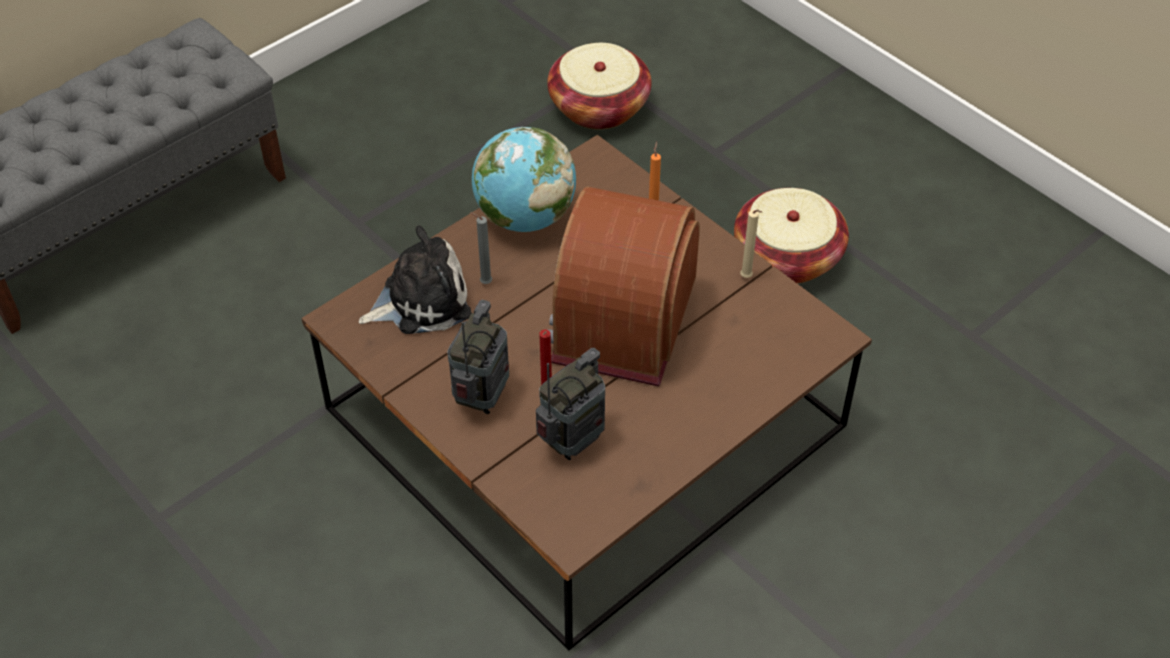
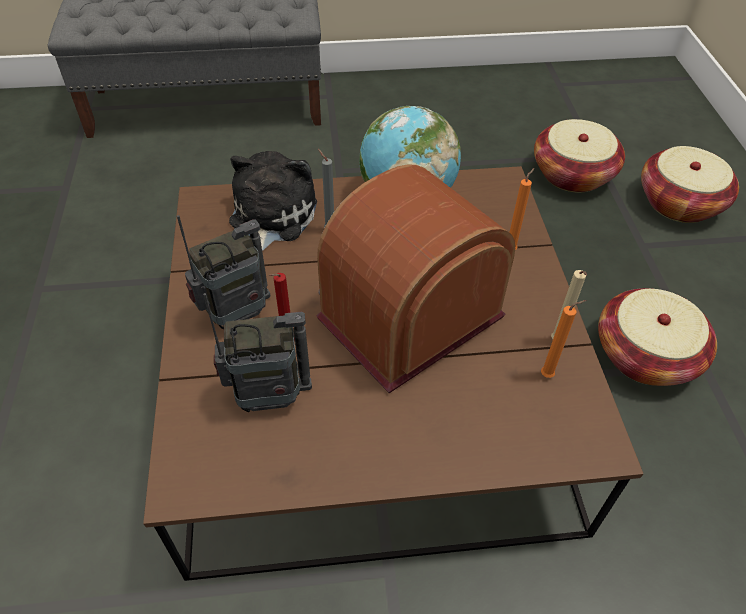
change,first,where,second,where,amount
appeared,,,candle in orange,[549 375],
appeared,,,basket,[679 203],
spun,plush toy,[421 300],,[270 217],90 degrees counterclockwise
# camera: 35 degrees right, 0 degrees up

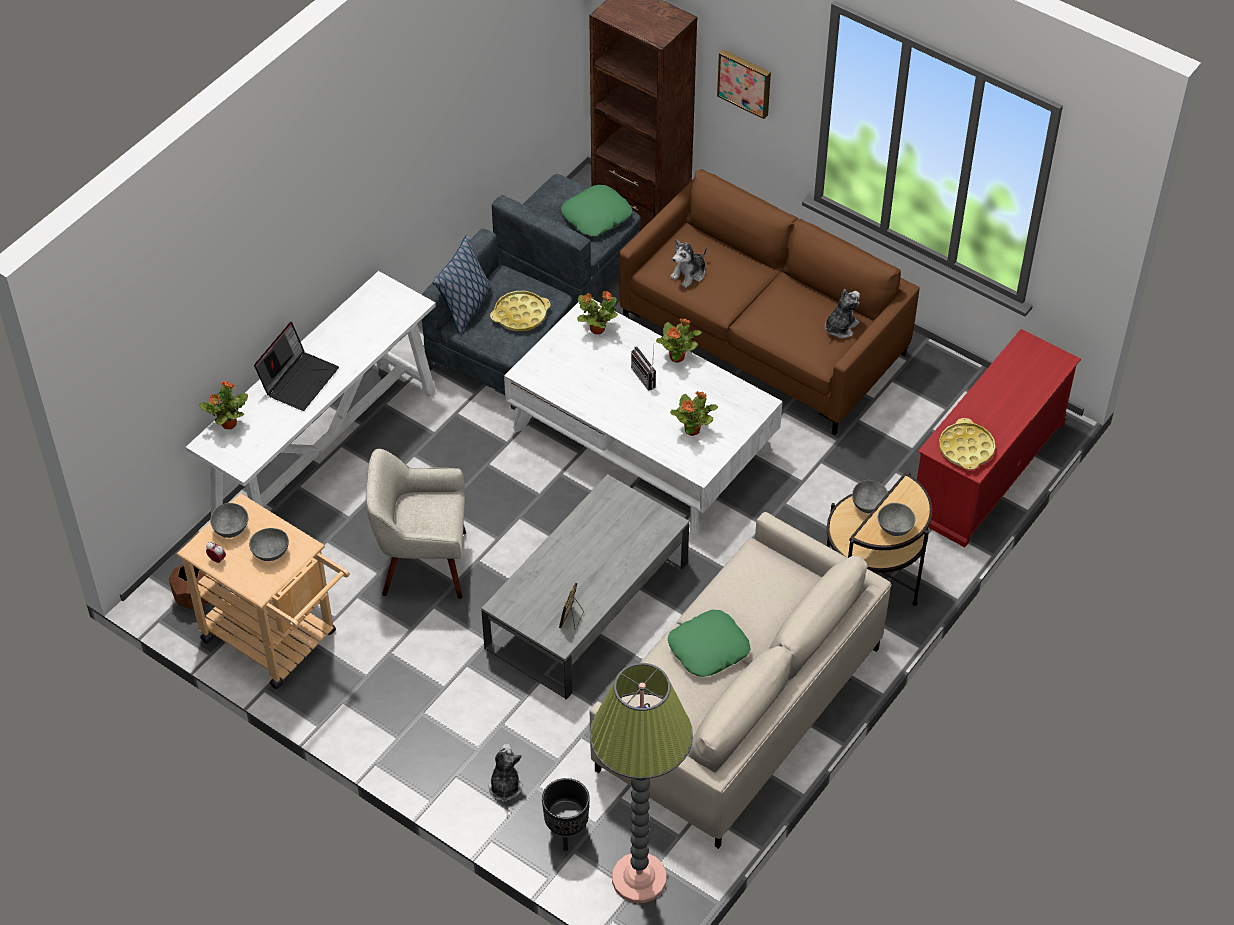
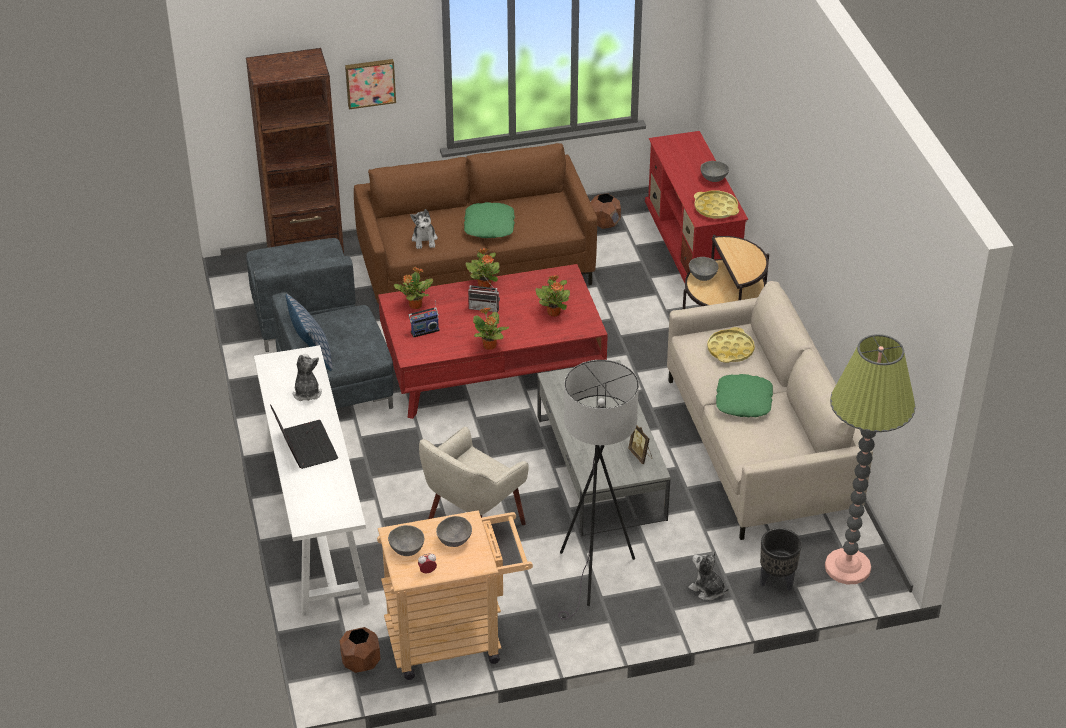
change,first,where,second,where,amount
appeared,,,radio,[424 330],
appeared,,,floor lamp in grey,[594 577],
appeared,,,planter in brown,[605 223],
relocated,potted plant,[228 424],,[489 346],
relocated,tray in yellow,[520 315],,[730 349],
relocated,pillow in green,[597 216],,[490 226],
relocated,plush toy,[840 327],,[307 392],
relocated,bowl in grey,[894 528],,[714 179],
colour,coffee table in white,[642 439],coffee table in red,[493 365],
# camera: 50 degrees left, 10 degrees down

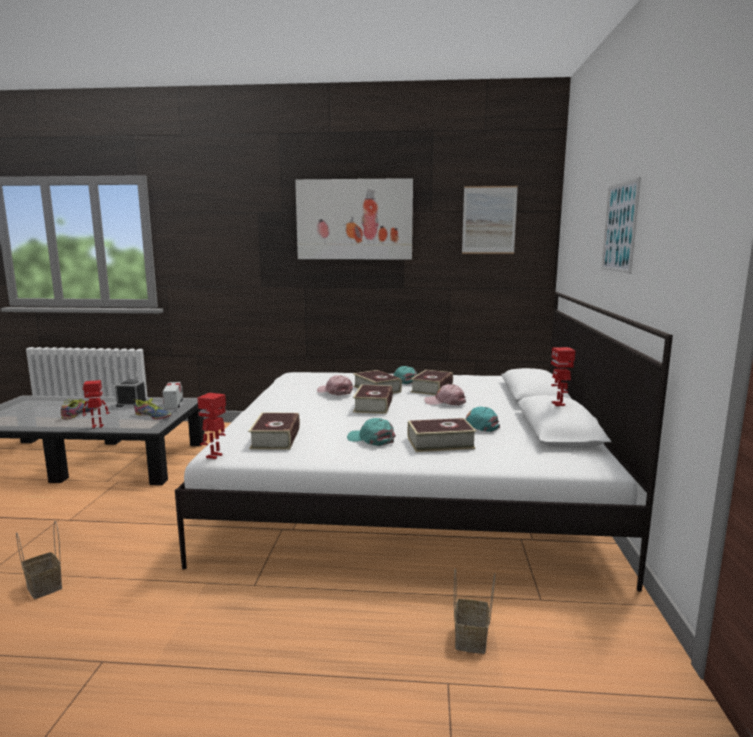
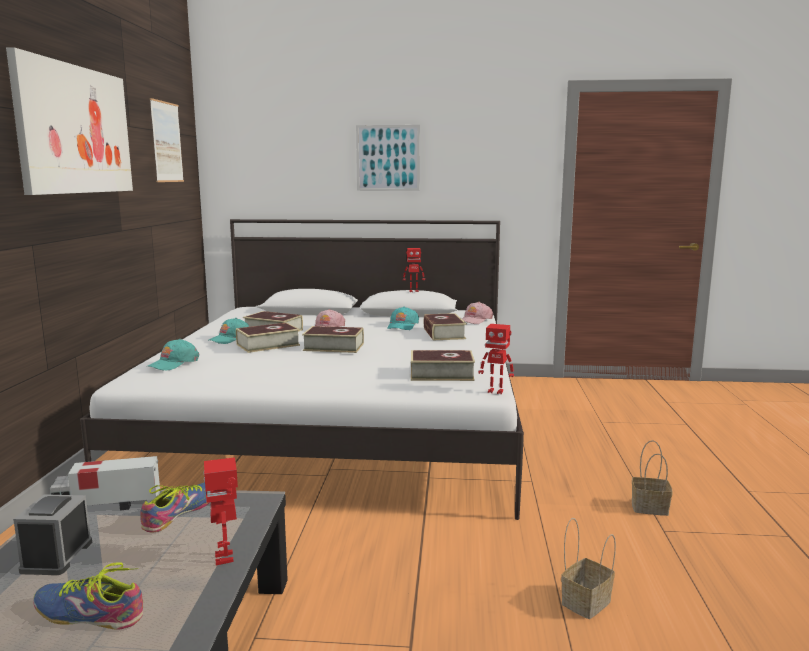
change,first,where,second,where,amount
relocated,cap in pink,[335 392],,[475 320],
relocated,cap in turquoise,[371 439],,[174 363],
relocated,basket,[471 640],,[650 507],
# camera: 90 degrees left, 0 degrees up

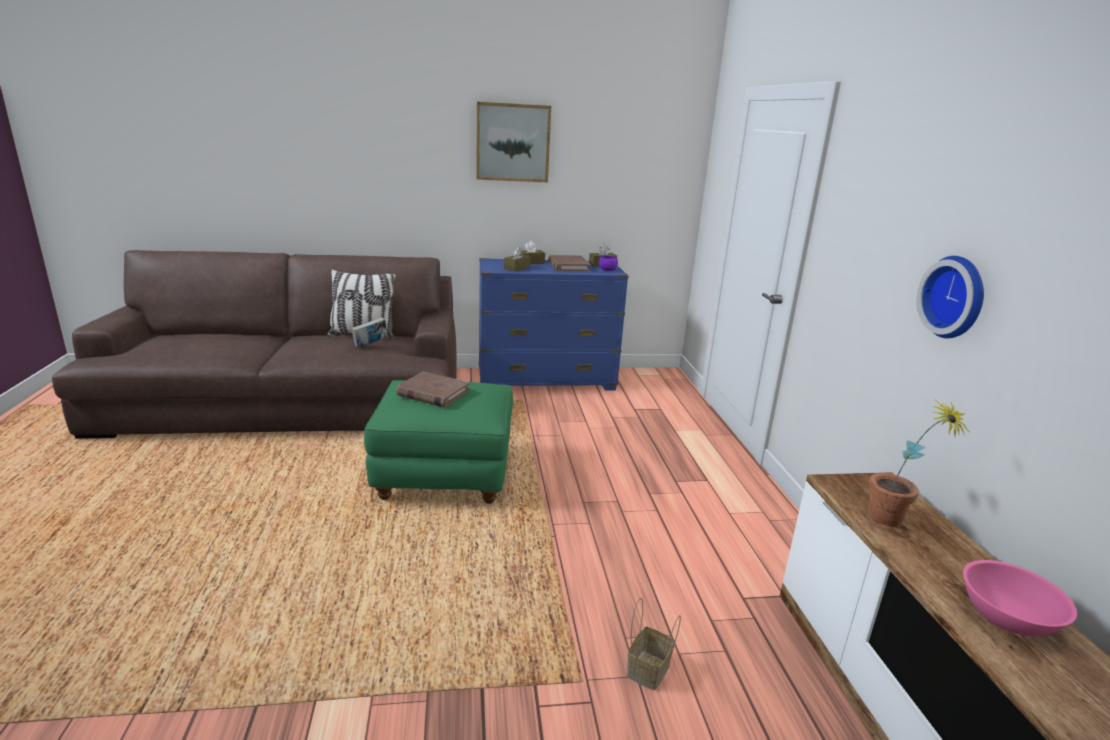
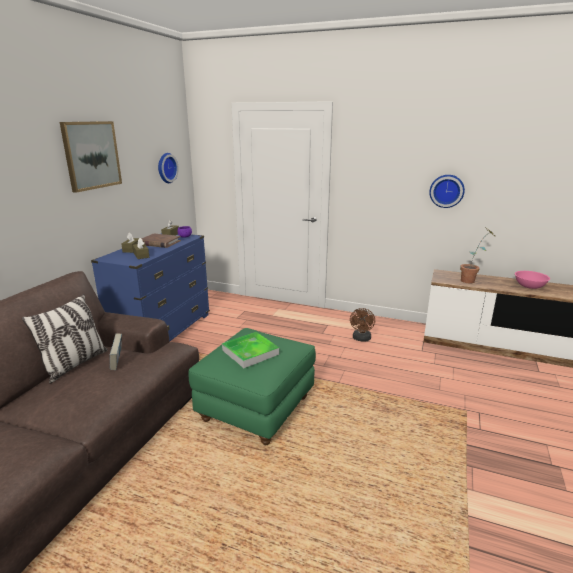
change,first,where,second,where,amount
missing,basket,[648 671],,,
appeared,,,wall clock,[166 168],
appeared,,,fan in brown,[361 339],
exchanged,book in brown,[433 393],tray,[250 352],
# camera: 60 degrees left, 0 degrees up

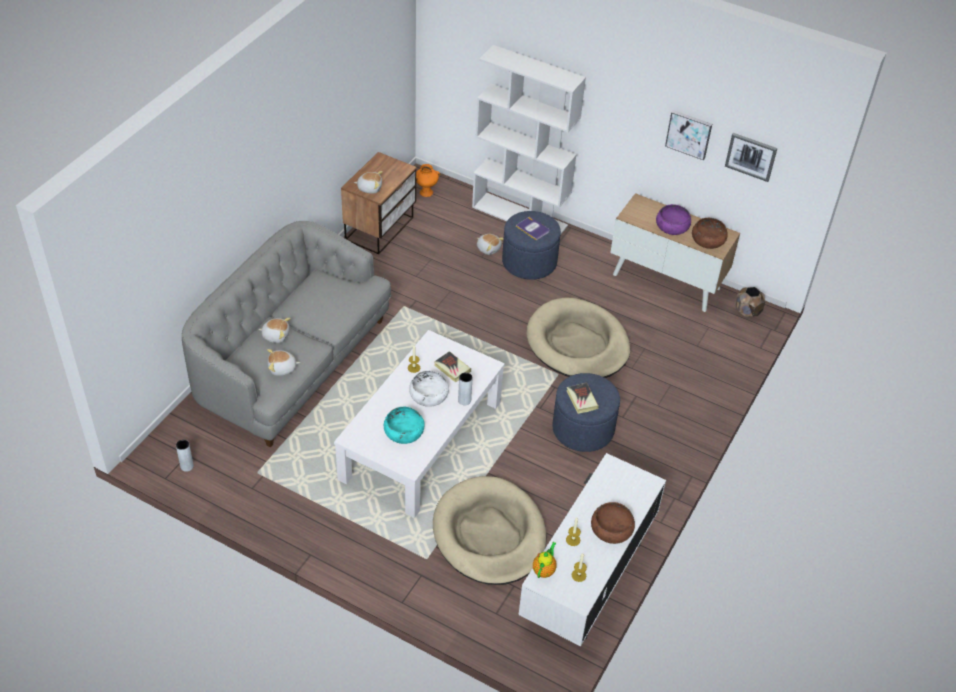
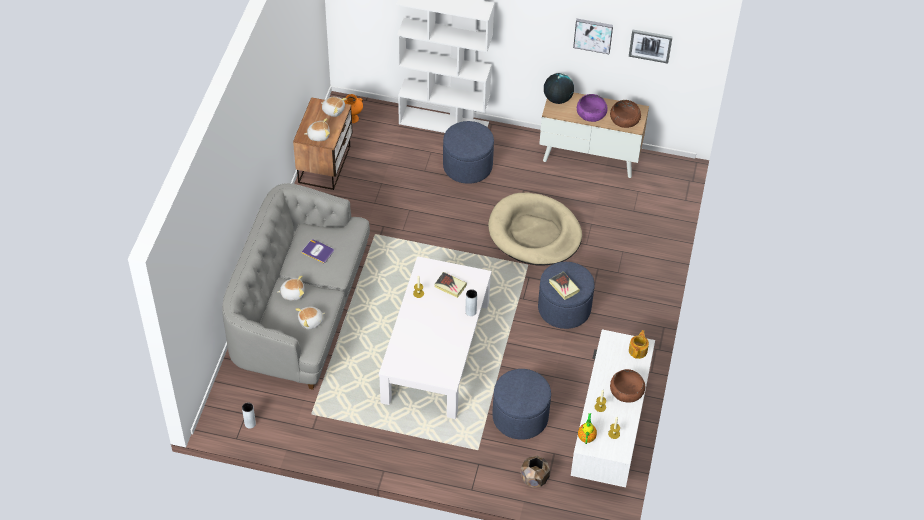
change,first,where,second,where,amount
missing,bowl in turquoise,[403 432],,,
missing,bowl in white,[428 395],,,
appeared,,,globe,[557 99],
appeared,,,teapot,[638 350],
relocated,plush toy,[488 248],,[333 110],
relocated,book,[533 229],,[318 251],
relocated,planter in brown,[747 312],,[534 479],
exchanged,dog bed in beige,[489 534],ottoman in blue,[520 417],
# camera: 15 degrees left, 5 degrees up

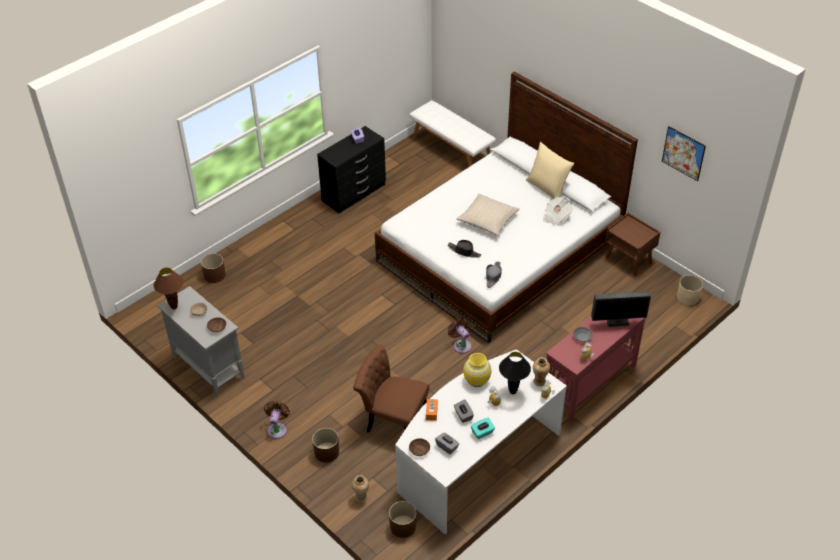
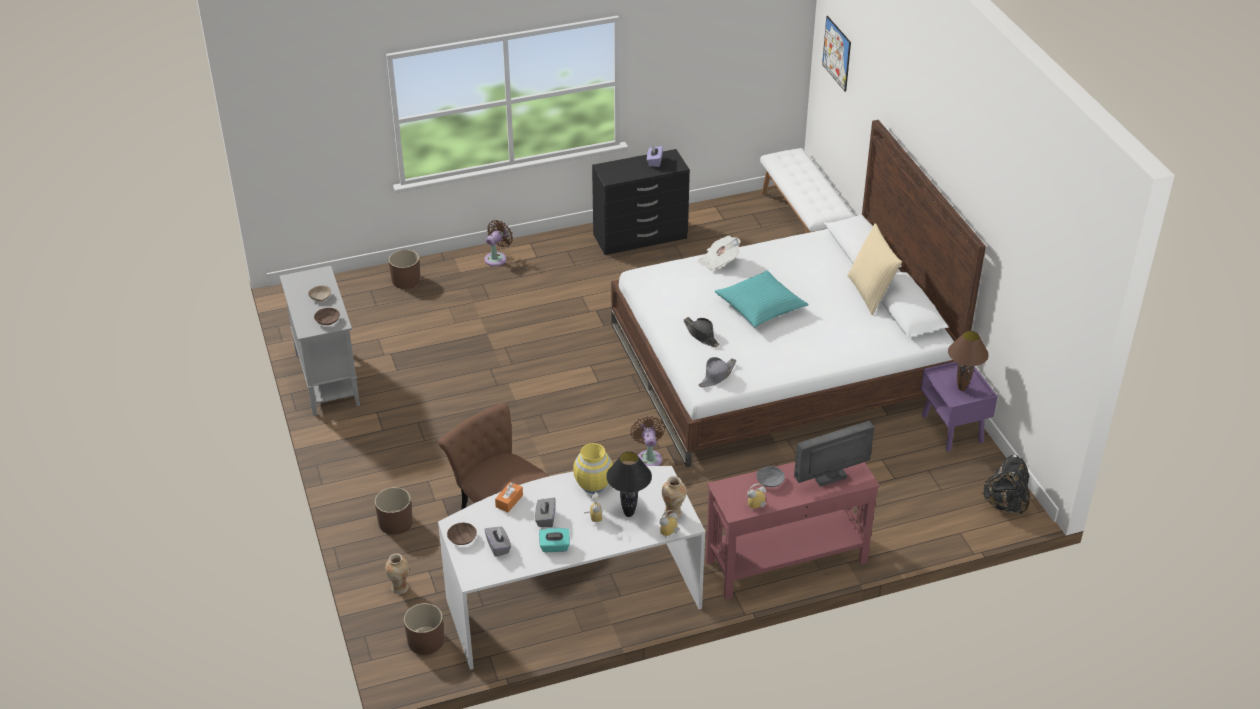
change,first,where,second,where,amount
relocated,table lamp in brown,[174 307],,[962 388],
relocated,fan in brown,[277 429],,[497 258],
relocated,newspaper,[556 217],,[719 262],
relocated,picture,[683 153],,[836 53],
exchanged,planter in beige,[688 297],backpack in black,[1005 503],
colour,pillow in beige,[487 219],pillow in turquoise,[760 306],
colour,nightstand in brown,[629 260],nightstand in purple,[953 429],
spun,monitor,[617 323],,[831 480],135 degrees clockwise
# camera: 25 degrees right, 5 degrees down

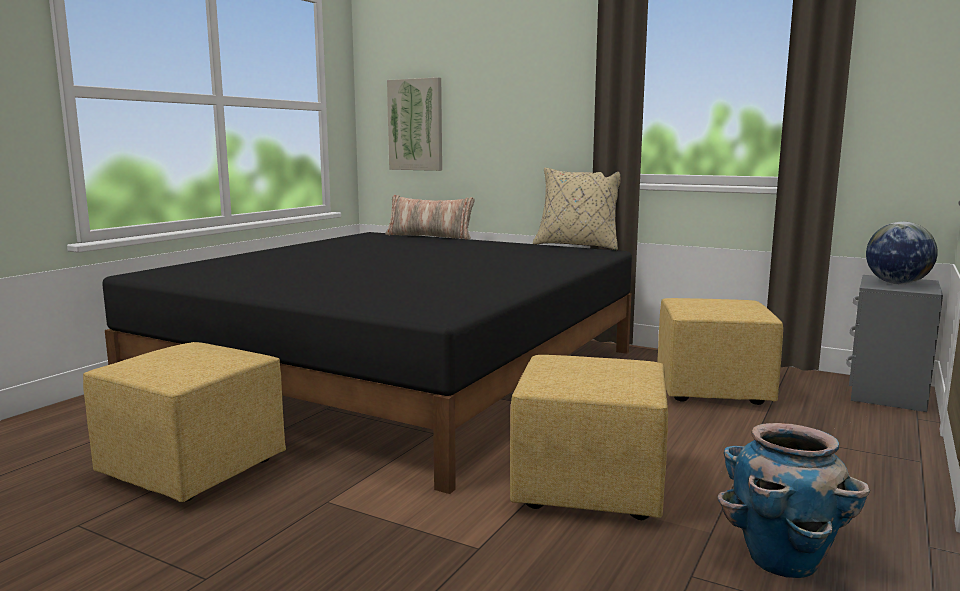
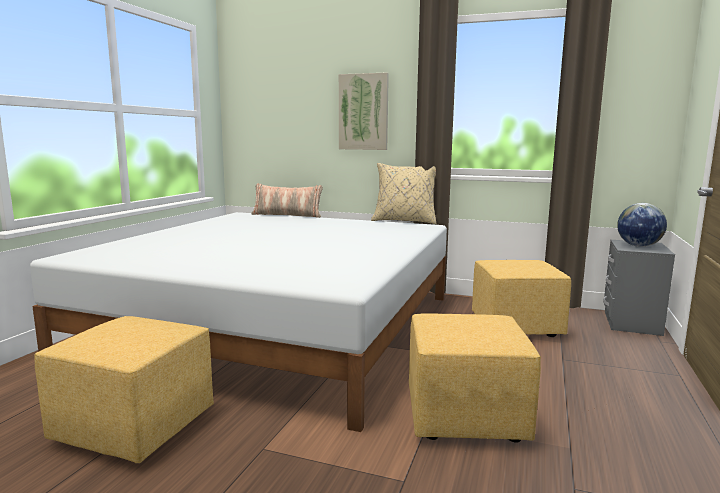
change,first,where,second,where,amount
missing,planter,[782 560],,,
relocated,picture,[416 125],,[363 112],
colour,bed in black,[398 374],bed in white,[279 327],
# camera: 10 degrees left, 0 degrees up

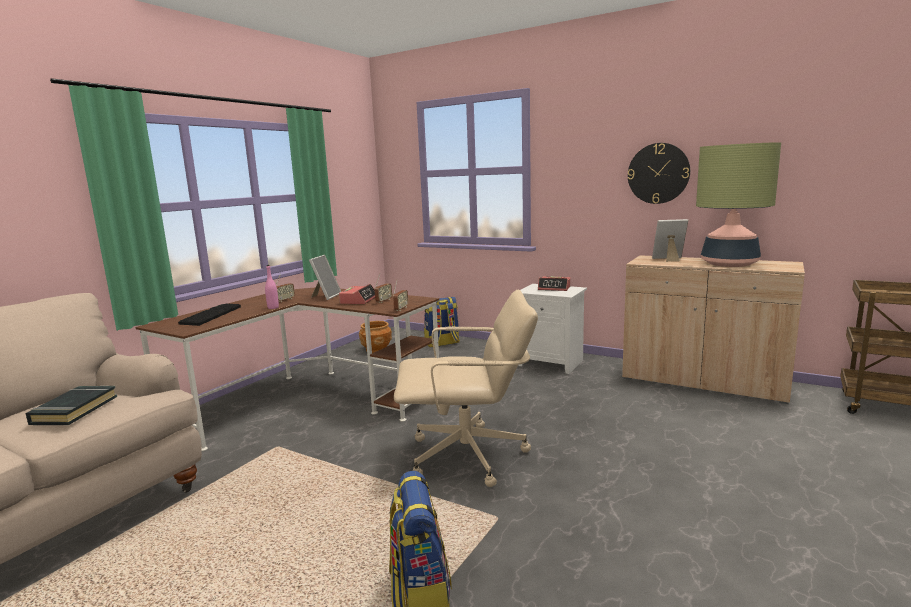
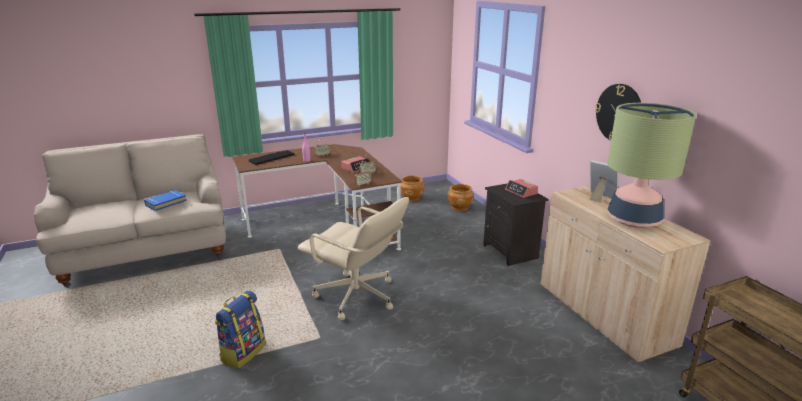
change,first,where,second,where,amount
missing,picture frame,[326 296],,,
exchanged,backpack,[442 344],planter in brown,[459 207],
colour,book in black,[74 410],book in blue,[165 203],
colour,nightstand in white,[552 363],nightstand in black,[511 252],
# camera: 35 degrees right, 10 degrees up

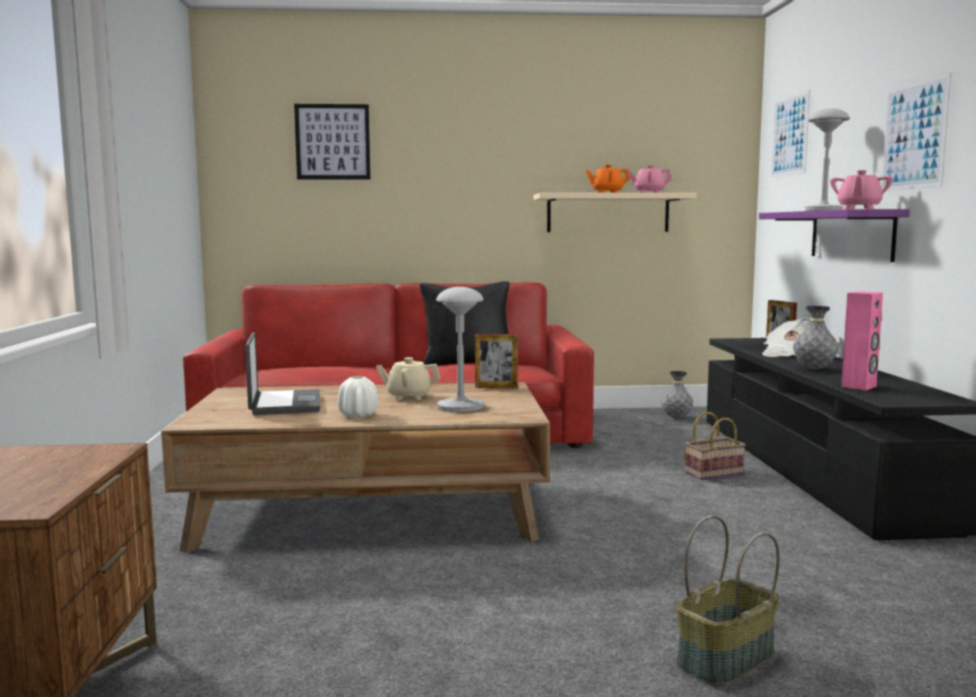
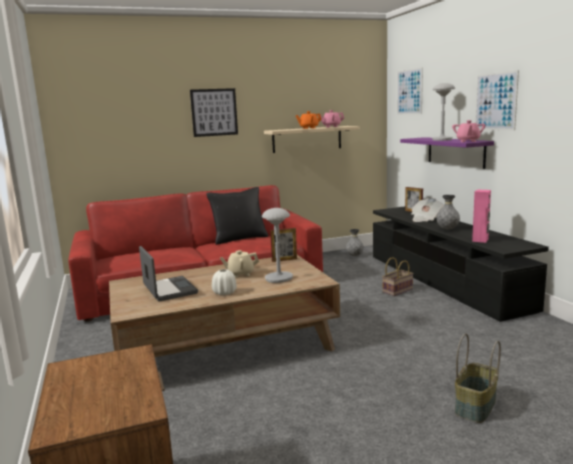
change,first,where,second,where,amount
relocated,picture,[332 142],,[214 112],
# camera: 15 degrees left, 5 degrees up

